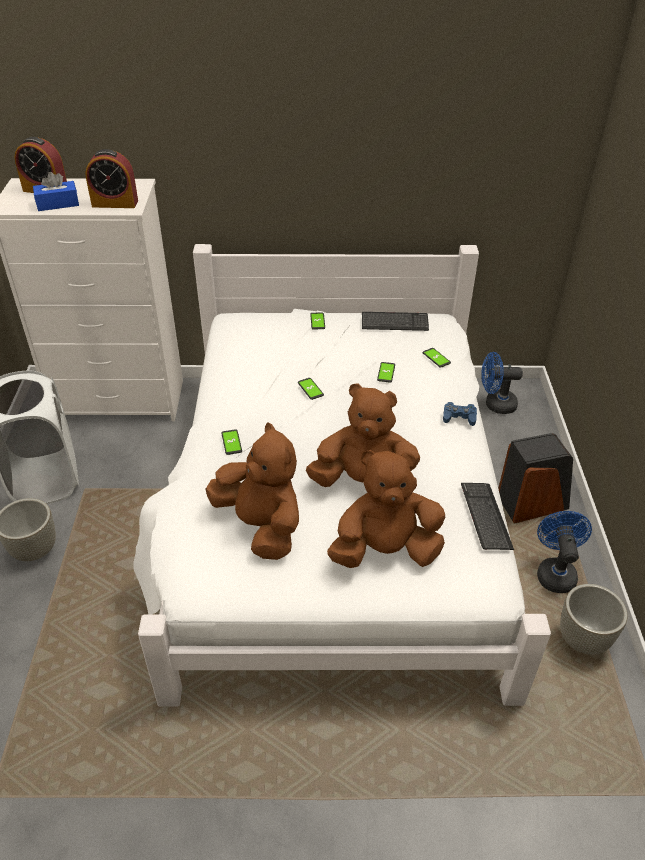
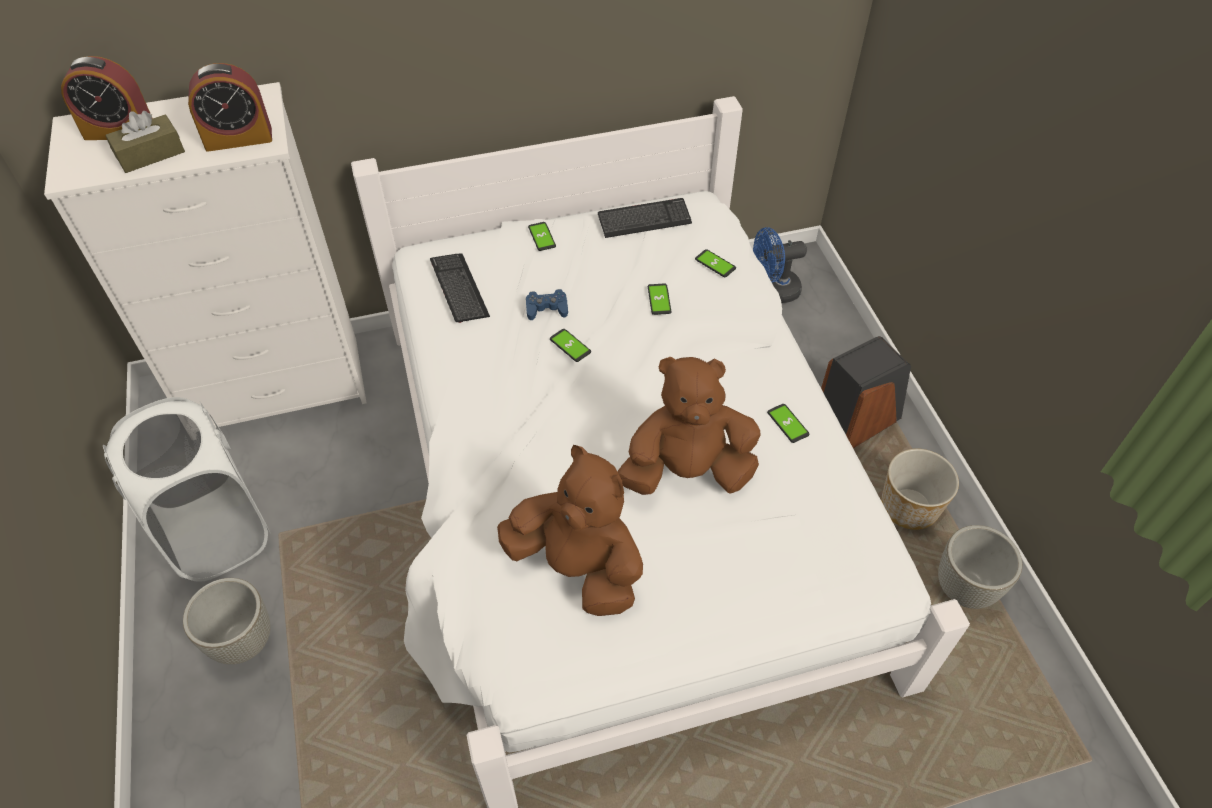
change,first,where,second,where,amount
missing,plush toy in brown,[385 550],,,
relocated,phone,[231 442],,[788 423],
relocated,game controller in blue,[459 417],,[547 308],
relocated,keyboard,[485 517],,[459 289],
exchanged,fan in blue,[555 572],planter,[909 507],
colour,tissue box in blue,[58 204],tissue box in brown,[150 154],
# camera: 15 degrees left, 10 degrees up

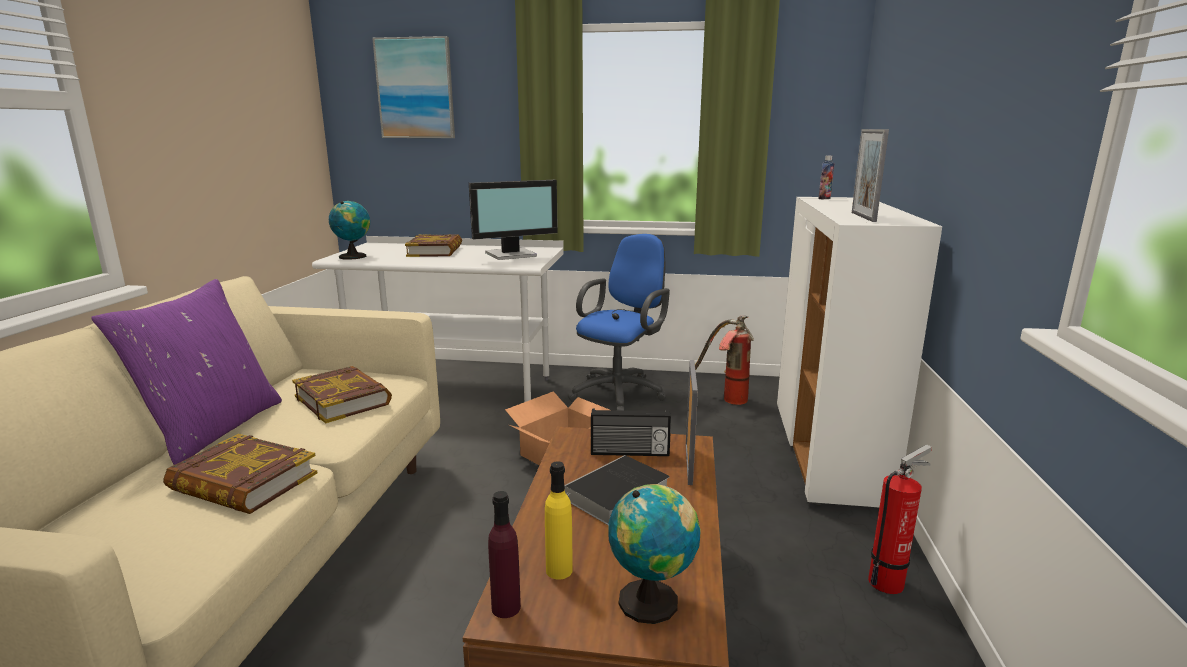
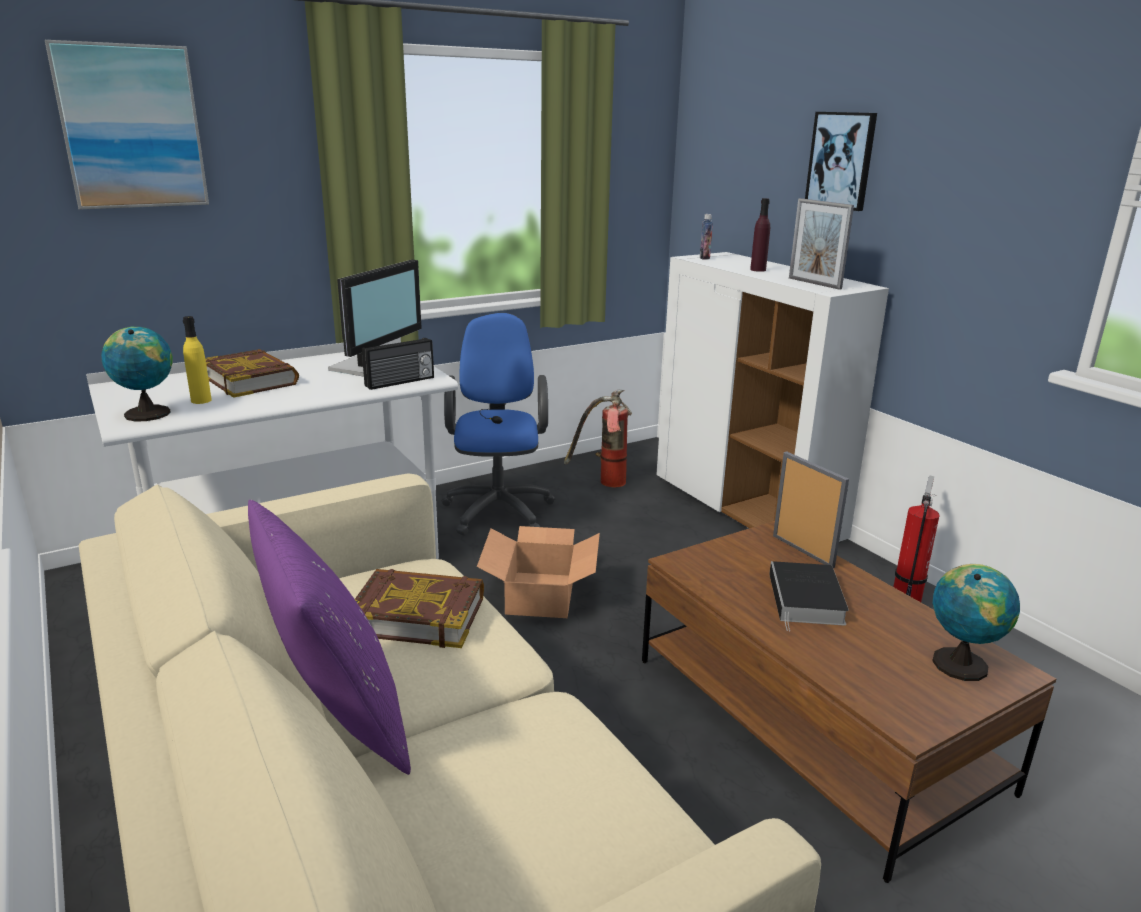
change,first,where,second,where,amount
missing,book,[243 483],,,
appeared,,,picture,[841 160],
relocated,bottle in purple,[506 607],,[758 270],
relocated,bottle in yellow,[559 570],,[201 400],
relocated,radio,[629 452],,[400 382],
# camera: 40 degrees left, 5 degrees up

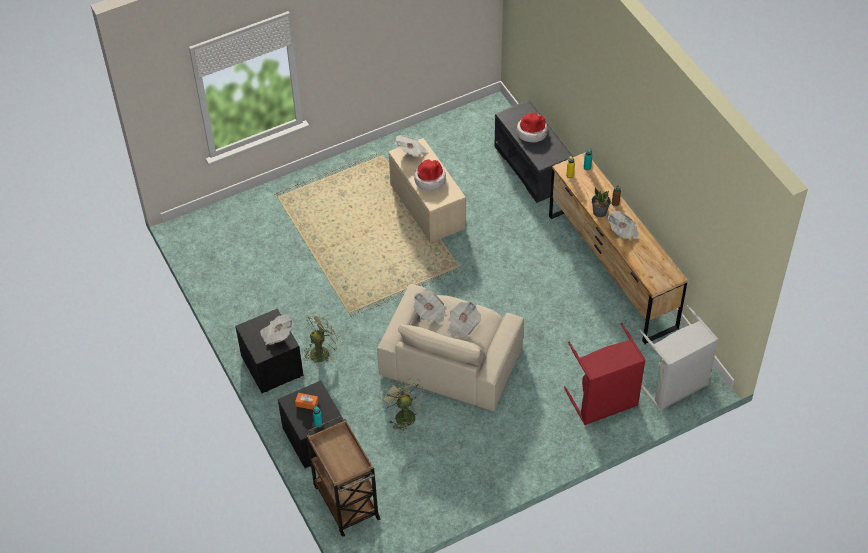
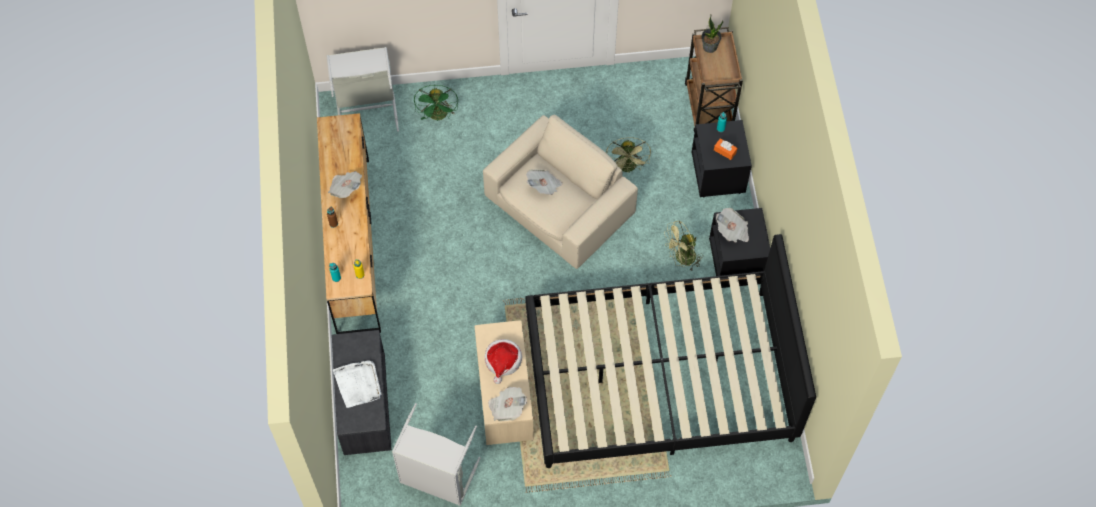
change,first,where,second,where,amount
missing,newspaper,[430 313],,,
appeared,,,laundry basket in grey,[437 478],
appeared,,,bed in black,[659 378],
relocated,potted plant,[599 212],,[709 47],
exchanged,hat,[532 132],tray in white,[358 384],
exchanged,laundry basket in red,[604 403],fan in green,[439 116],
# camera: 160 degrees left, 10 degrees up

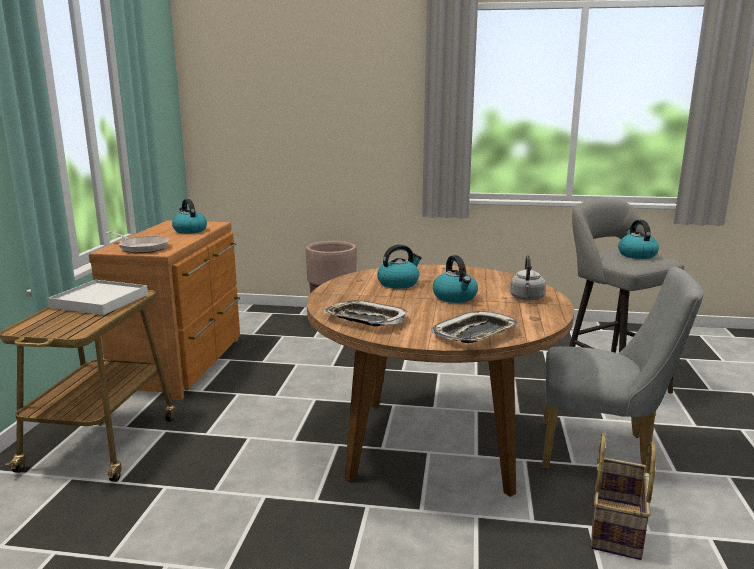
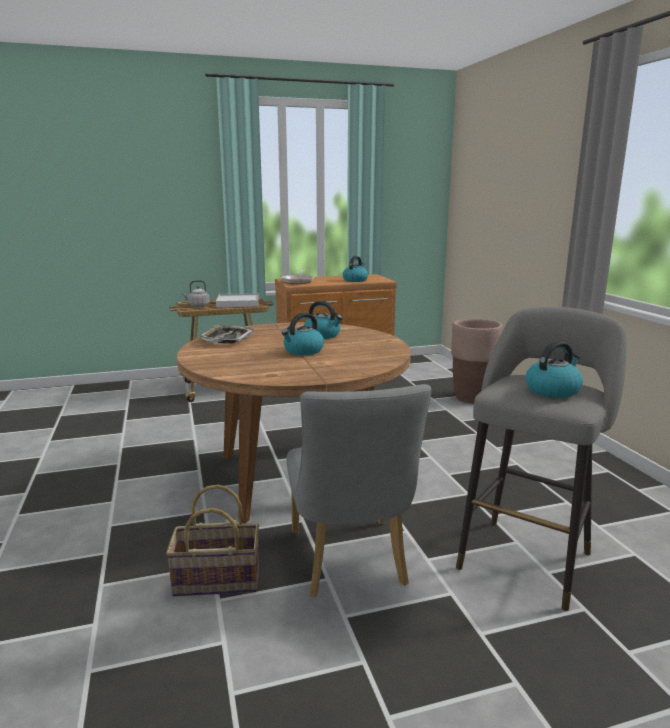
change,first,where,second,where,amount
missing,tray,[475 334],,,
relocated,kettle in grey,[527 298],,[197 305],
# camera: 65 degrees right, 0 degrees up

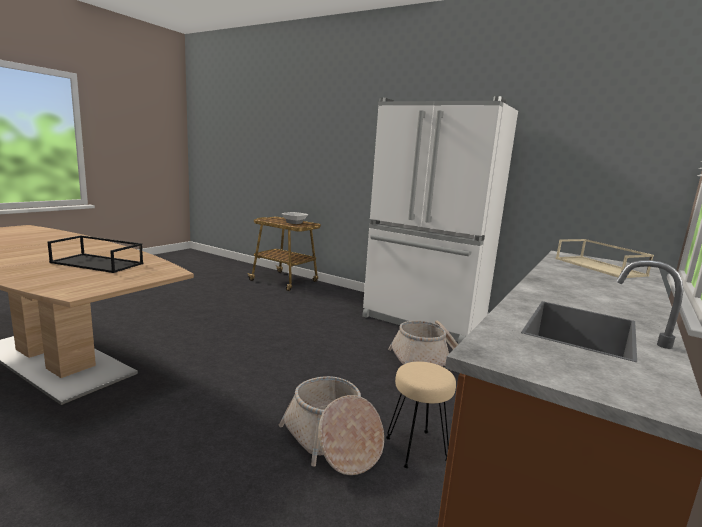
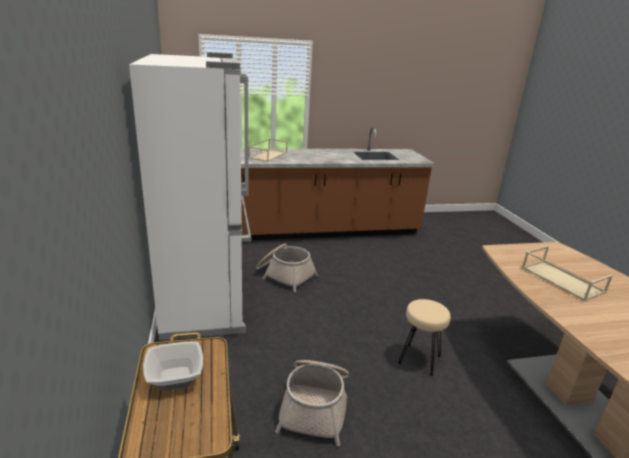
change,first,where,second,where,amount
relocated,basket,[332 441],,[315 406],
relocated,stool in beige,[417 448],,[419 359],
colour,tray in black,[98 263],tray in beige,[560 279],
# camera: 135 degrees left, 10 degrees up

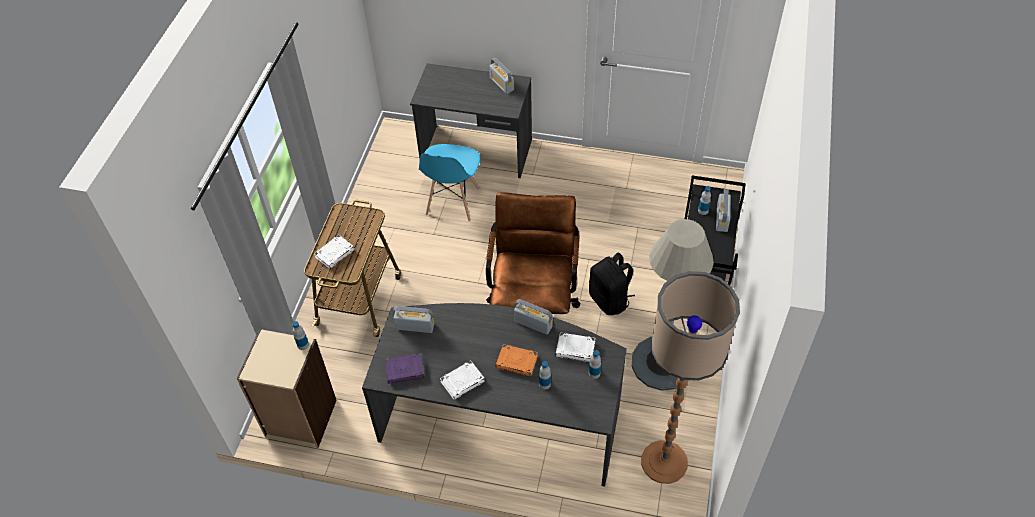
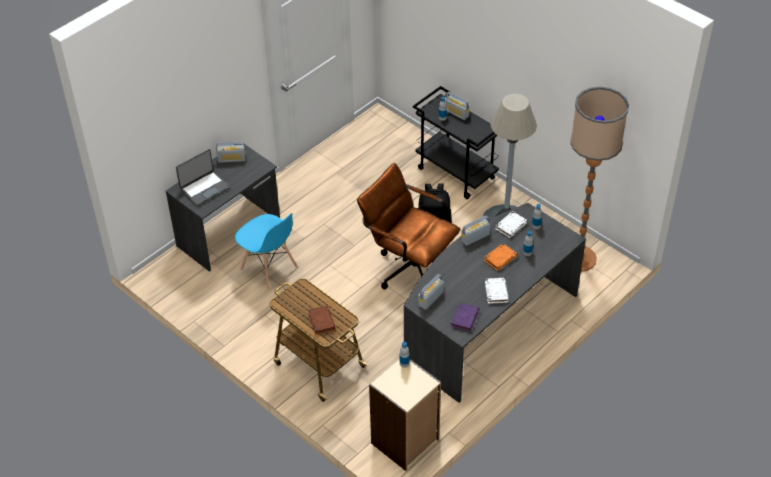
change,first,where,second,where,amount
appeared,,,laptop,[204 188],
colour,book in white,[335 253],book in brown,[321 321],
# camera: 60 degrees left, 5 degrees down

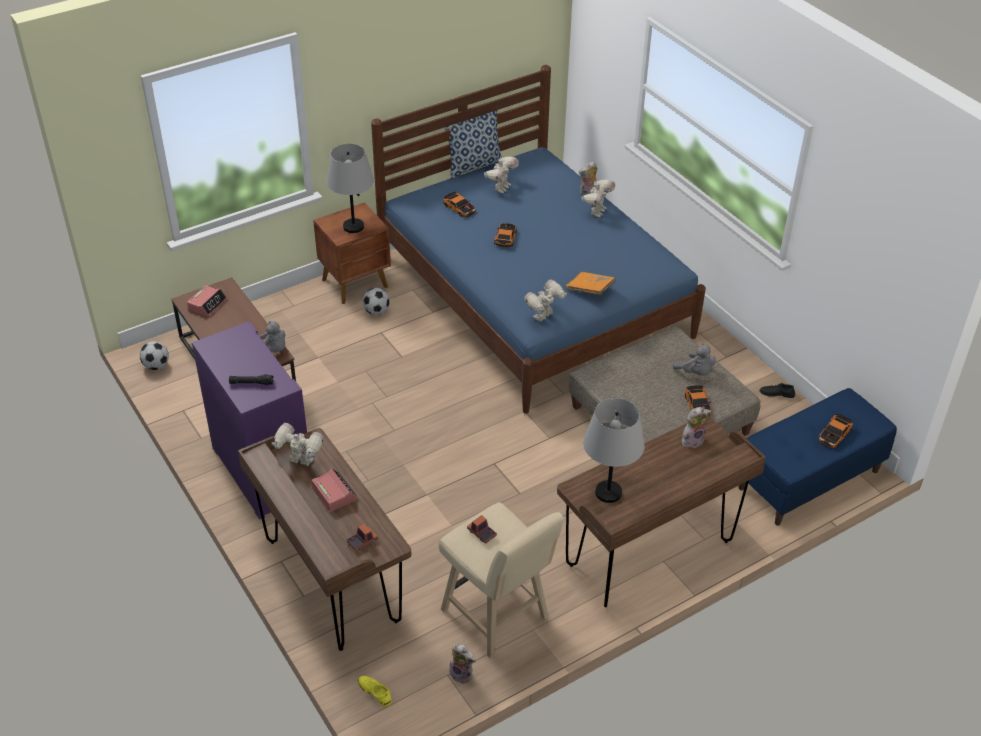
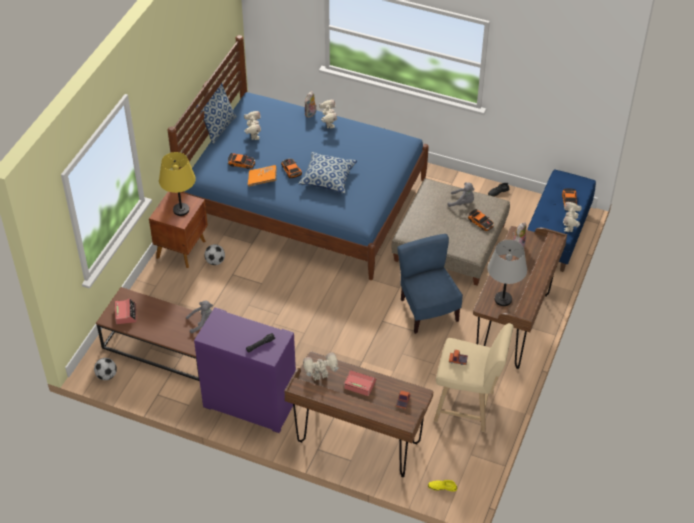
change,first,where,second,where,amount
missing,plush toy,[462 674],,,
appeared,,,pillow,[328 178],
appeared,,,chair in blue,[428 311],
relocated,toy robot,[544 316],,[569 227],
relocated,book in orange,[590 289],,[262 179],
colour,table lamp in grey,[353 226],table lamp in yellow,[181 210],
# camera: 35 degrees left, 5 degrees up

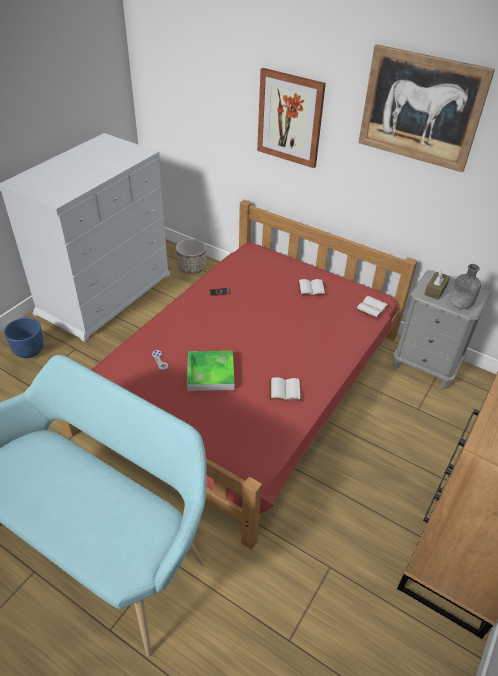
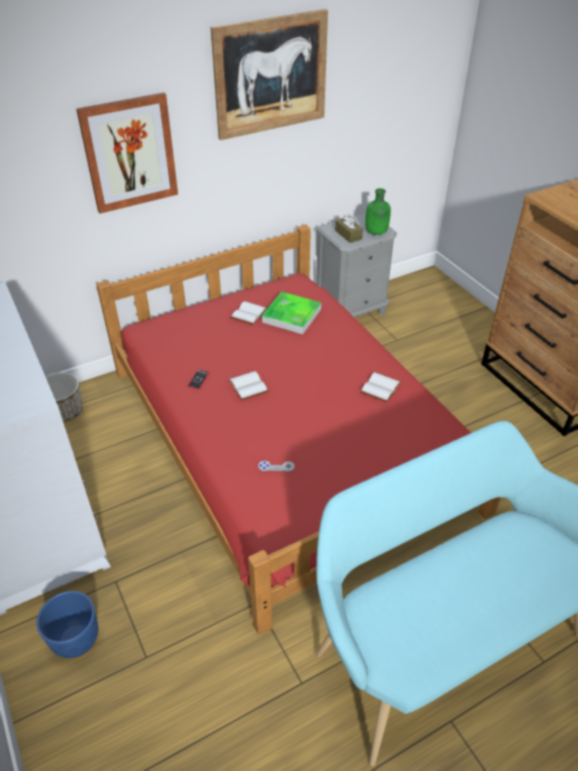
change,first,where,second,where,amount
relocated,tray,[210 373],,[291 316],
relocated,book in white,[372 308],,[249 386],
colour,bottle in grey,[459 305],bottle in green,[376 232],
# camera: 60 degrees left, 0 degrees up

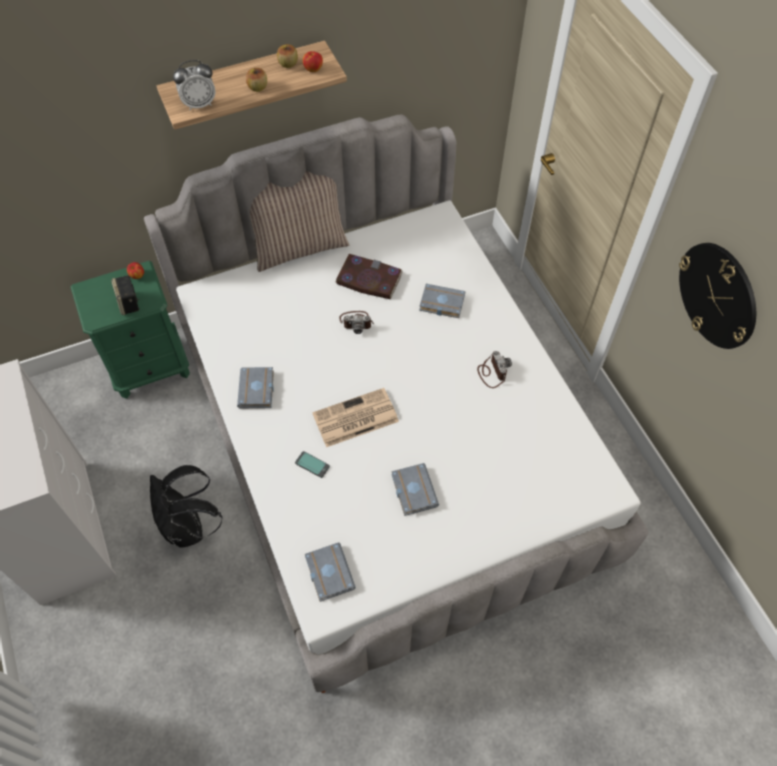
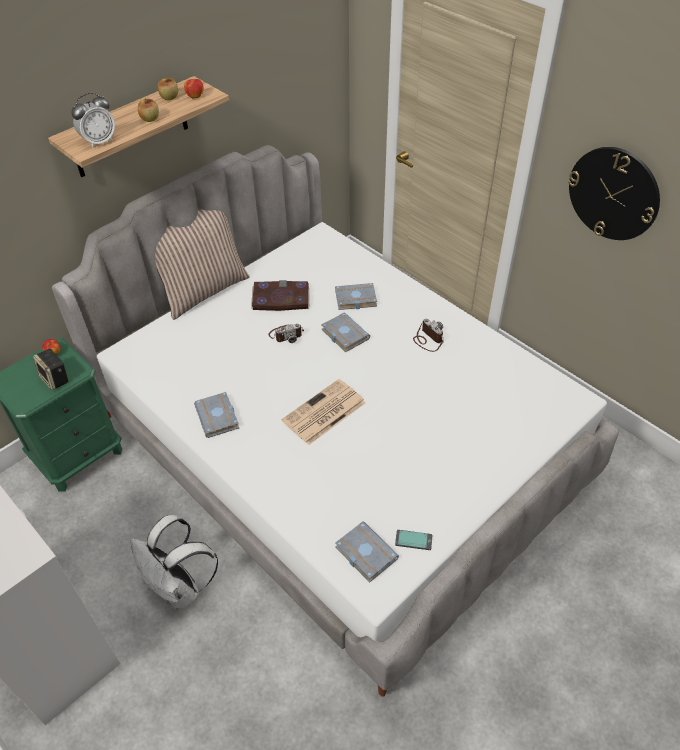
change,first,where,second,where,amount
relocated,phone,[312 464],,[413 540],
relocated,book in grey,[412 490],,[343 334],
colour,backpack in black,[189 527],backpack in white,[180 589],
# camera: 20 degrees left, 10 degrees down

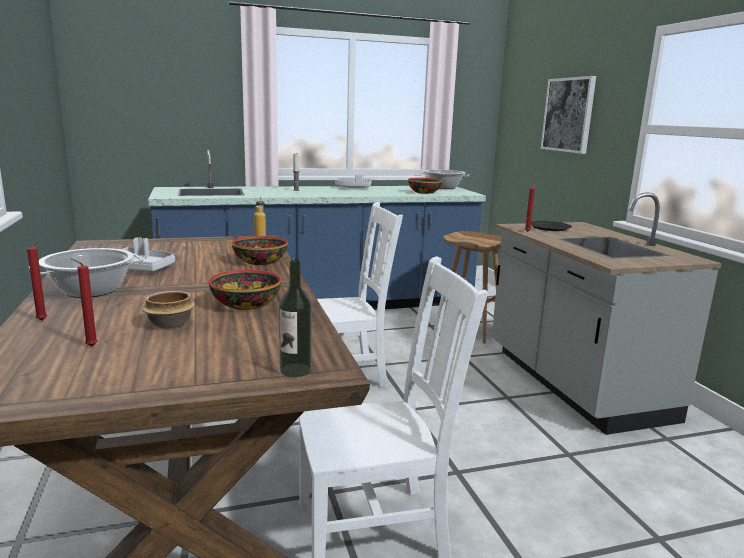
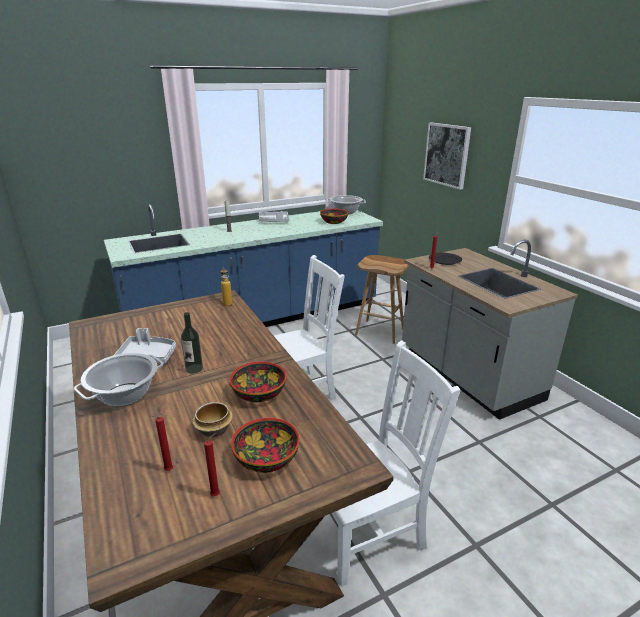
change,first,where,second,where,amount
relocated,candle in red,[44 320],,[217 495],
relocated,bowl,[260 262],,[266 459],
relocated,bottle,[295 370],,[194 368],
# camera: 10 degrees left, 10 degrees up

